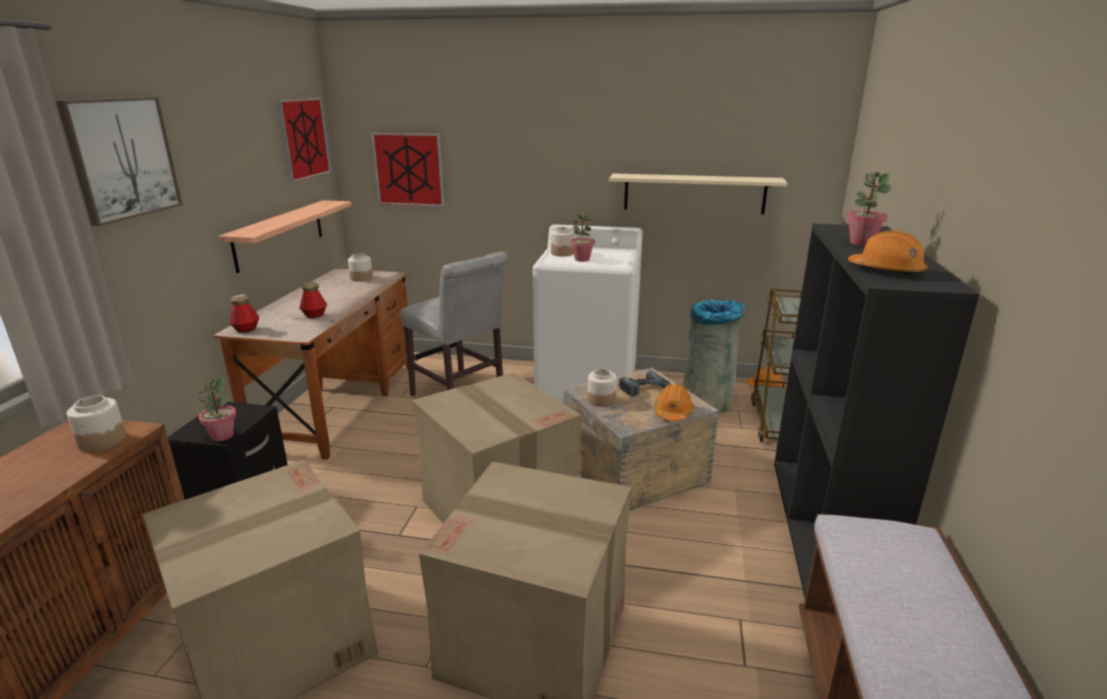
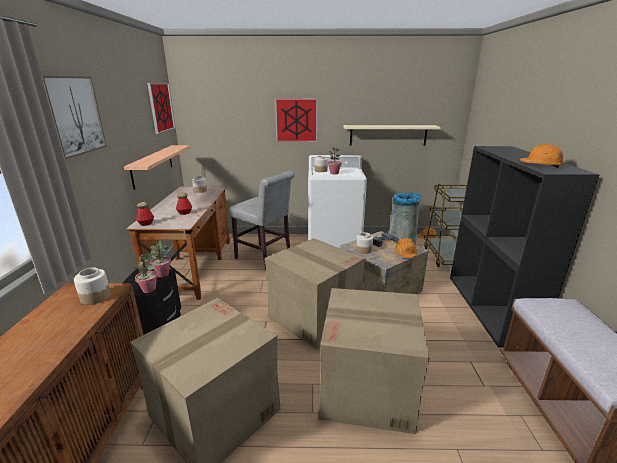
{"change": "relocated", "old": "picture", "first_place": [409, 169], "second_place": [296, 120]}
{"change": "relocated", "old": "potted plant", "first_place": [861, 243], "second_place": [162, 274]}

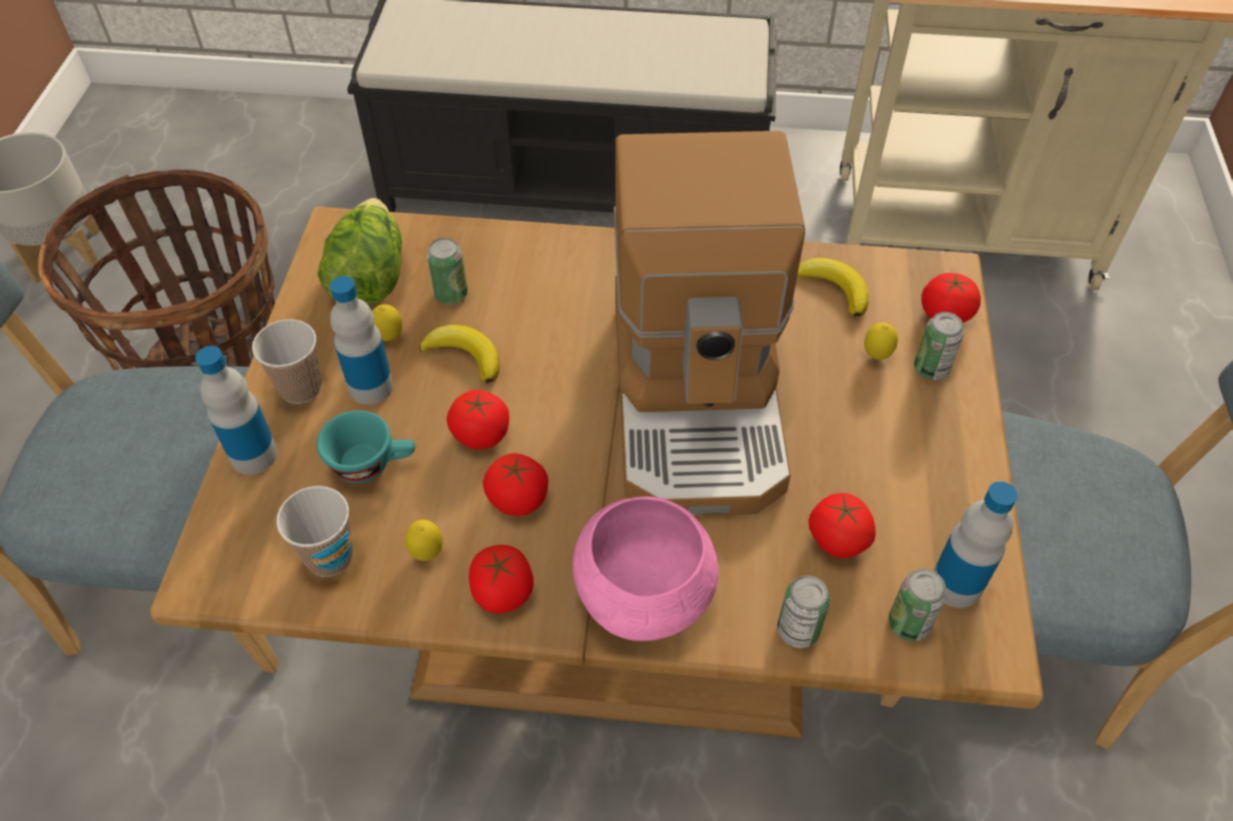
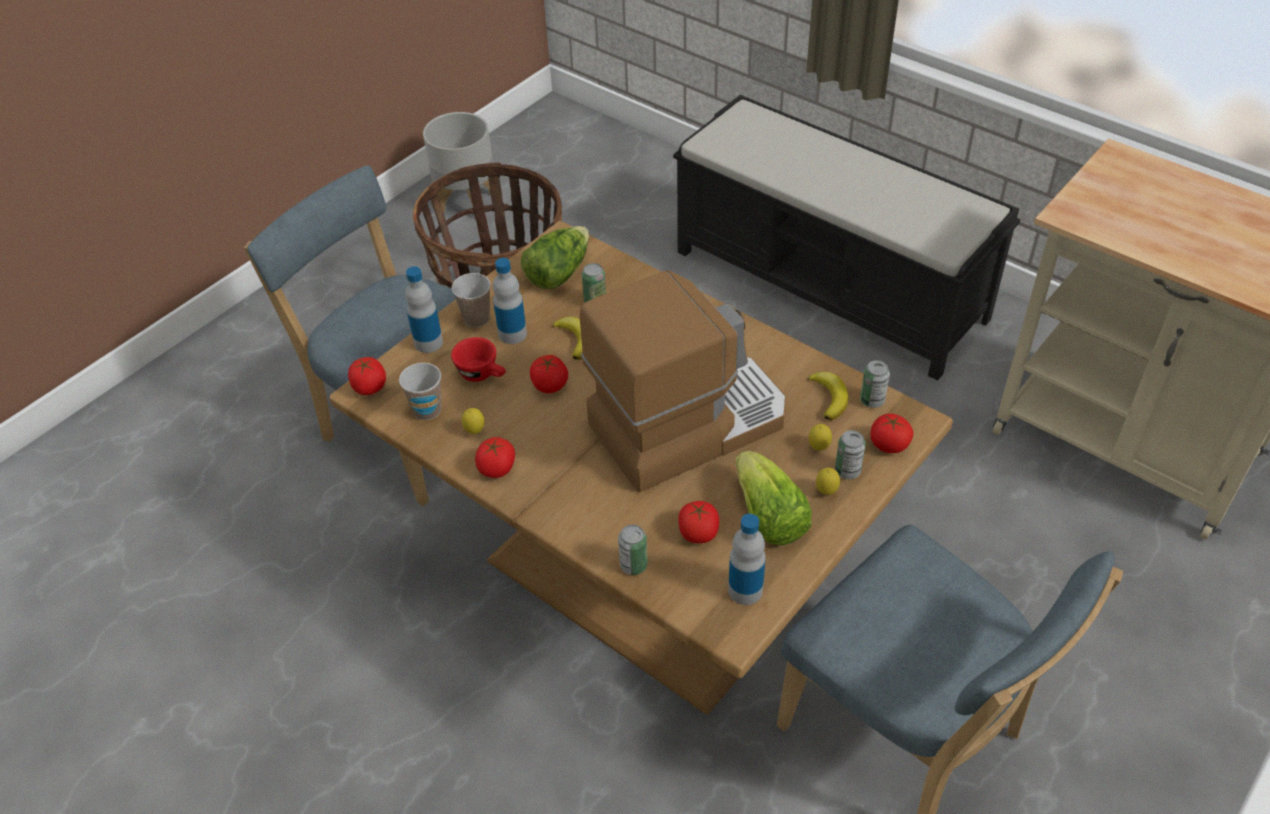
{"change": "spun", "old": "coffee machine", "first_place": [700, 400], "second_place": [687, 423], "degrees": -150}
{"change": "relocated", "old": "lemon", "first_place": [389, 338], "second_place": [826, 492]}
{"change": "colour", "old": "turquoise cup", "new": "red cup", "first_place": [373, 464], "second_place": [483, 374]}
{"change": "relocated", "old": "tomato", "first_place": [517, 499], "second_place": [369, 387]}
{"change": "missing", "old": "pink bowl", "first_place": [641, 596]}
{"change": "relocated", "old": "can", "first_place": [908, 624], "second_place": [872, 400]}
{"change": "appeared", "new": "lettuce", "second_place": [768, 517]}

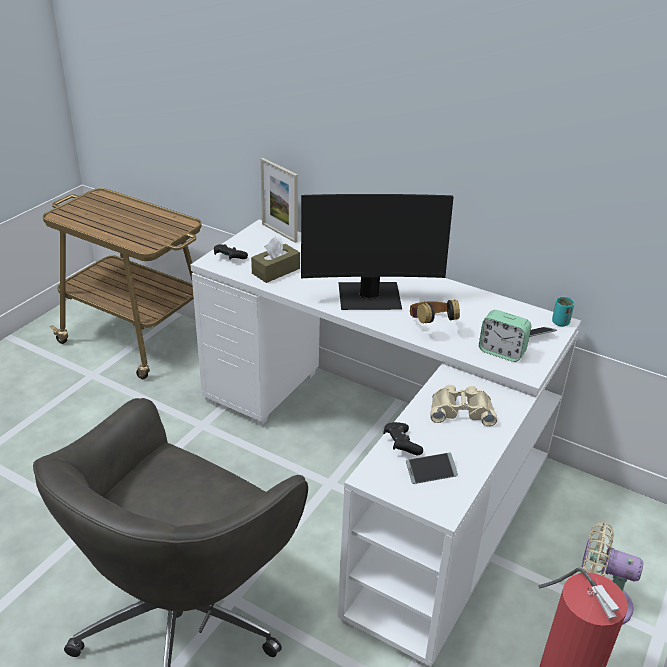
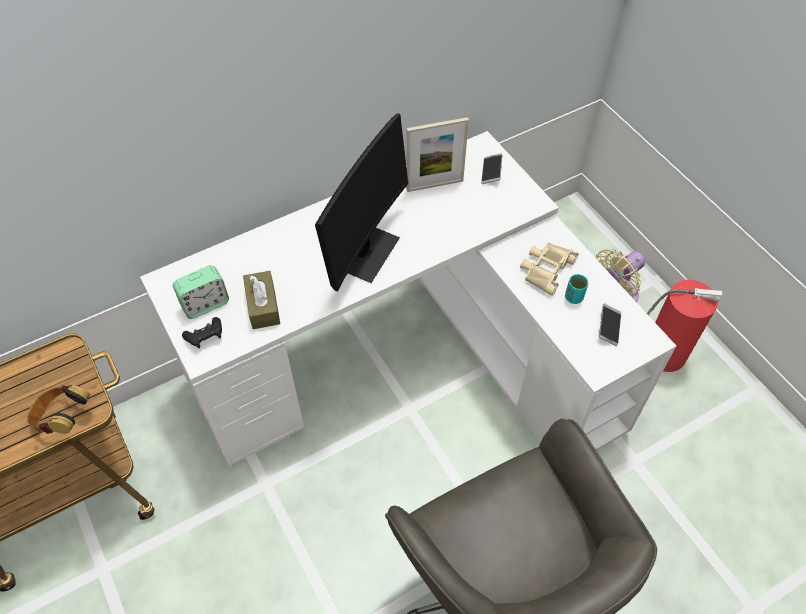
{"change": "relocated", "old": "picture frame", "first_place": [279, 232], "second_place": [435, 185]}
{"change": "relocated", "old": "turquoise cup", "first_place": [560, 322], "second_place": [573, 297]}
{"change": "relocated", "old": "headphones", "first_place": [430, 326], "second_place": [63, 419]}
{"change": "relocated", "old": "alarm clock", "first_place": [501, 352], "second_place": [205, 304]}
{"change": "missing", "old": "black game controller", "first_place": [401, 445]}

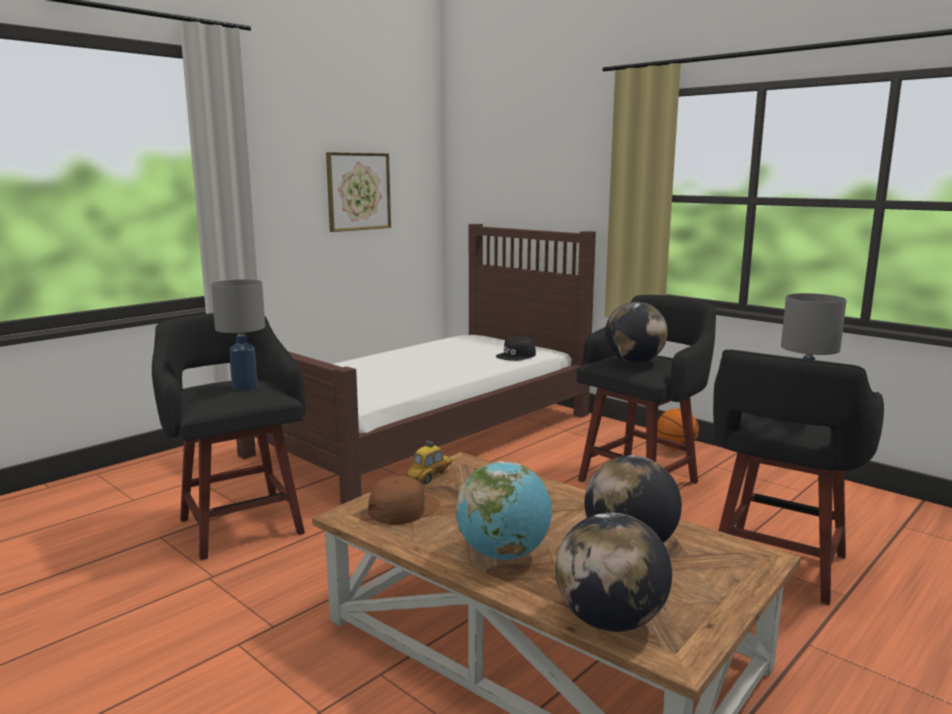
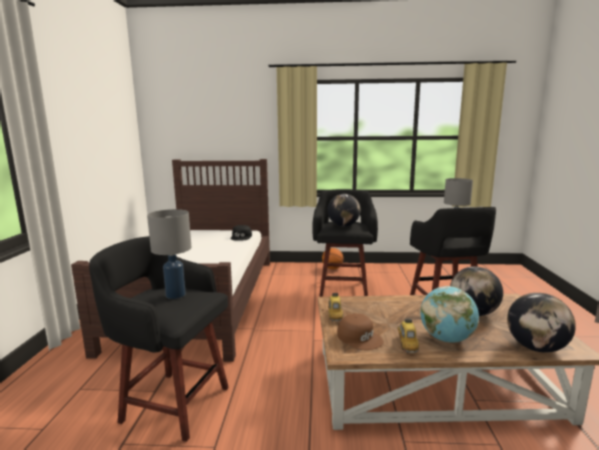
{"change": "missing", "old": "picture", "first_place": [358, 191]}
{"change": "spun", "old": "brown cap", "first_place": [403, 508], "second_place": [360, 337], "degrees": 135}
{"change": "appeared", "new": "toy car", "second_place": [406, 344]}

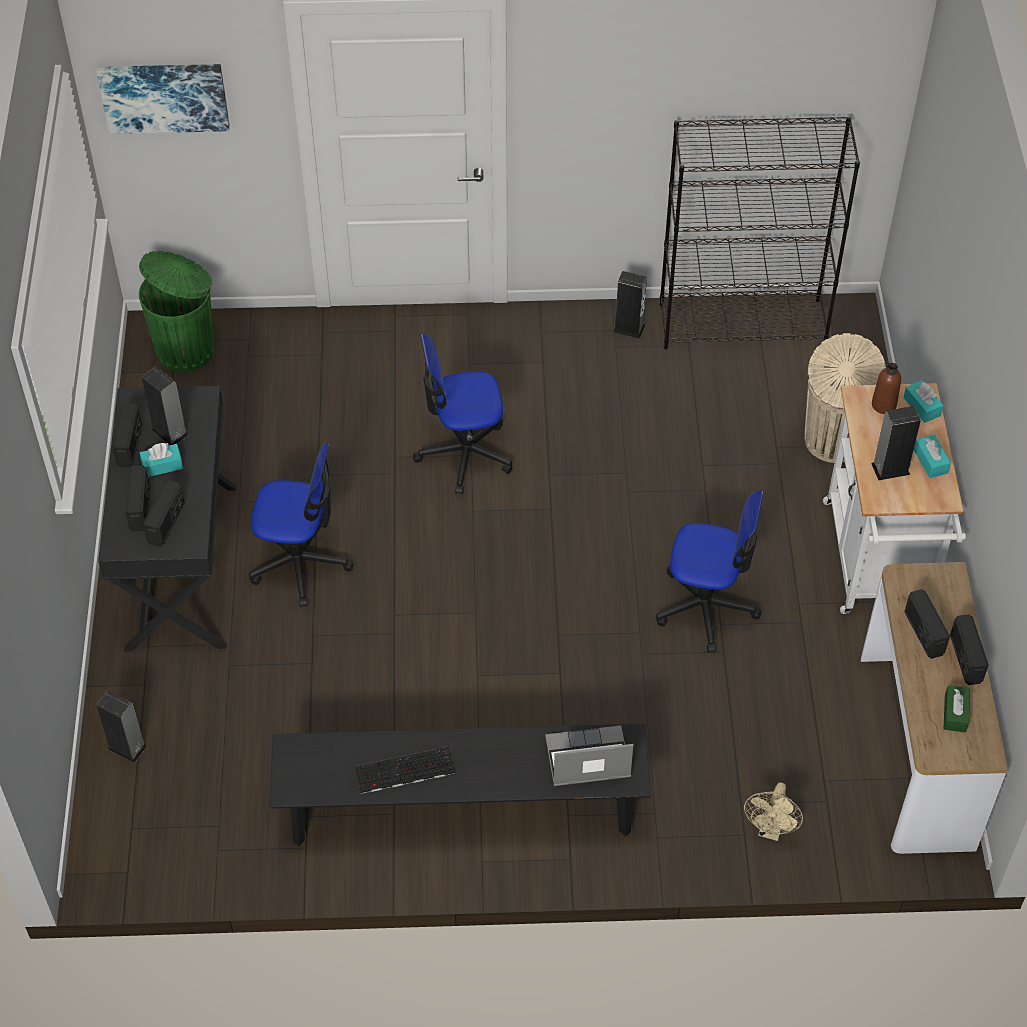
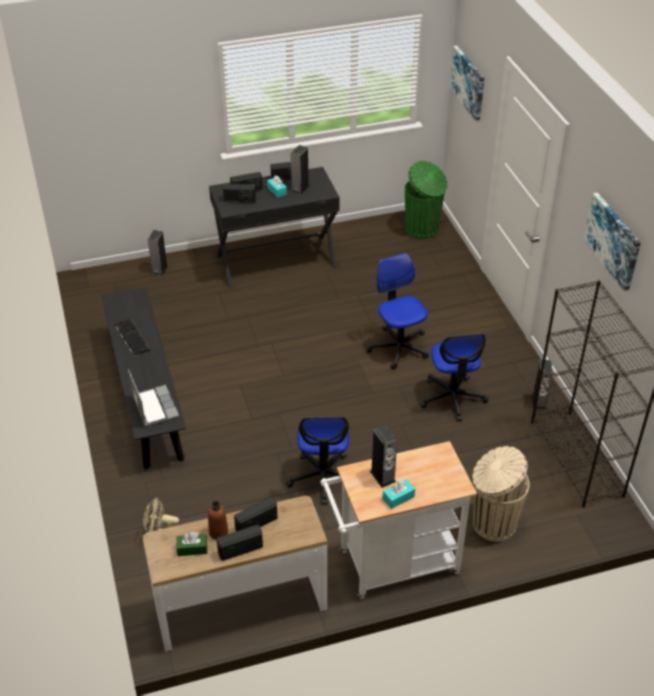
{"change": "relocated", "old": "brown bottle", "first_place": [883, 405], "second_place": [218, 532]}
{"change": "missing", "old": "turquoise tissue box", "first_place": [922, 406]}
{"change": "relocated", "old": "office chair", "first_place": [300, 562], "second_place": [452, 398]}
{"change": "appeared", "new": "picture", "second_place": [613, 240]}

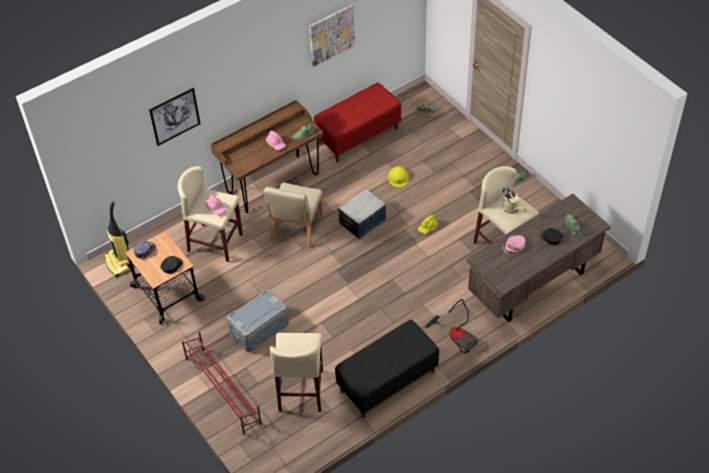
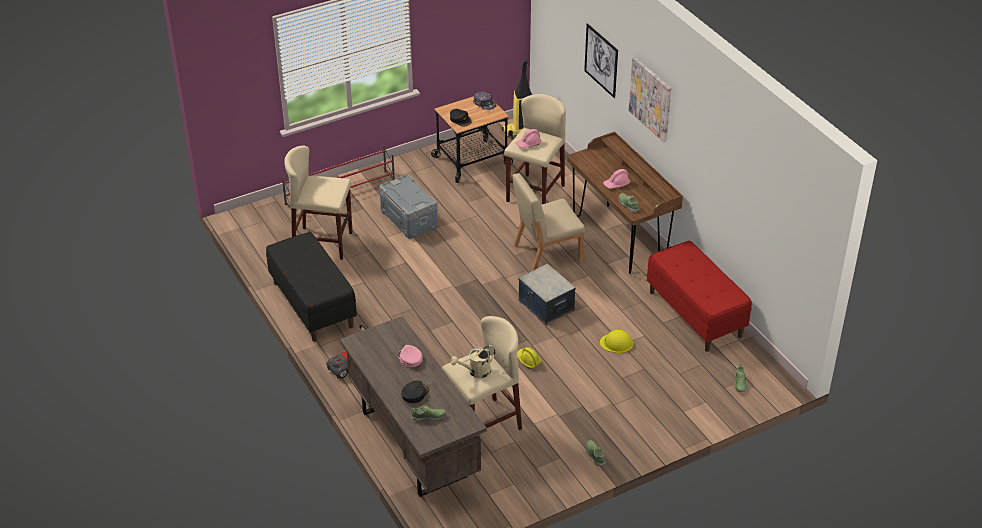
{"change": "relocated", "old": "picture", "first_place": [331, 34], "second_place": [651, 99]}
{"change": "spun", "old": "beige chair", "first_place": [296, 228], "second_place": [546, 253], "degrees": -45}

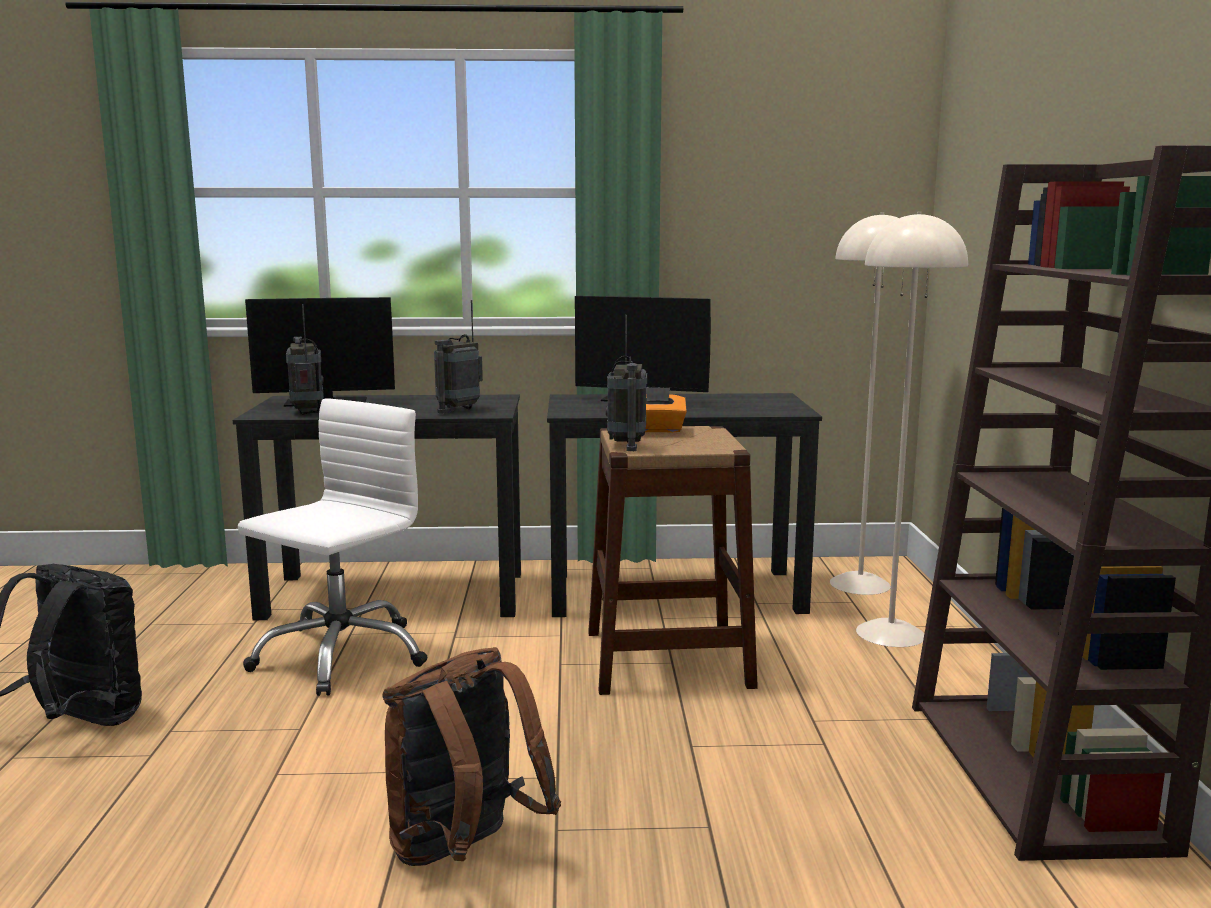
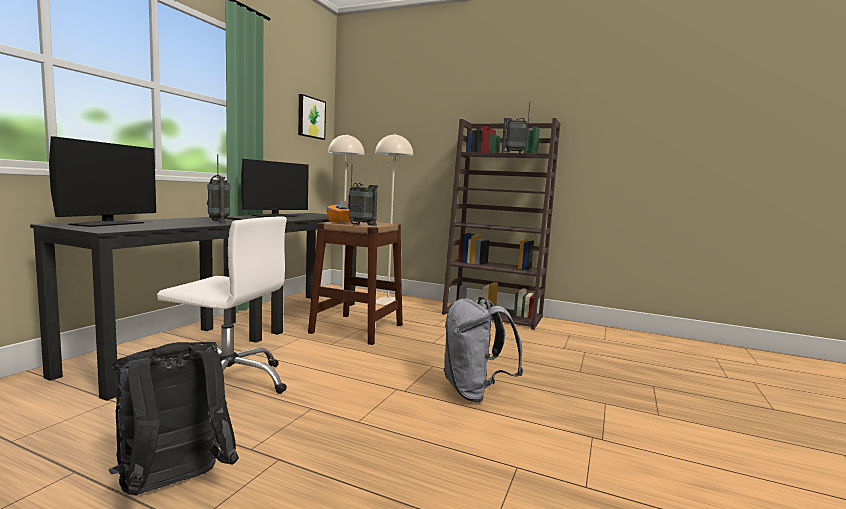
{"change": "relocated", "old": "radio", "first_place": [308, 412], "second_place": [514, 153]}
{"change": "spun", "old": "white office chair", "first_place": [340, 655], "second_place": [229, 384], "degrees": 135}
{"change": "colour", "old": "brown backpack", "new": "grey backpack", "first_place": [463, 852], "second_place": [475, 392]}
{"change": "appeared", "new": "picture", "second_place": [310, 117]}

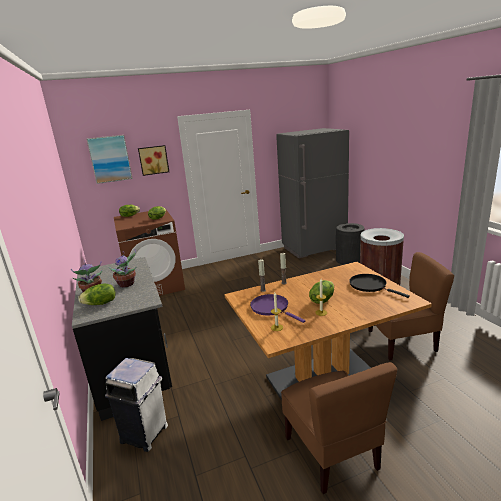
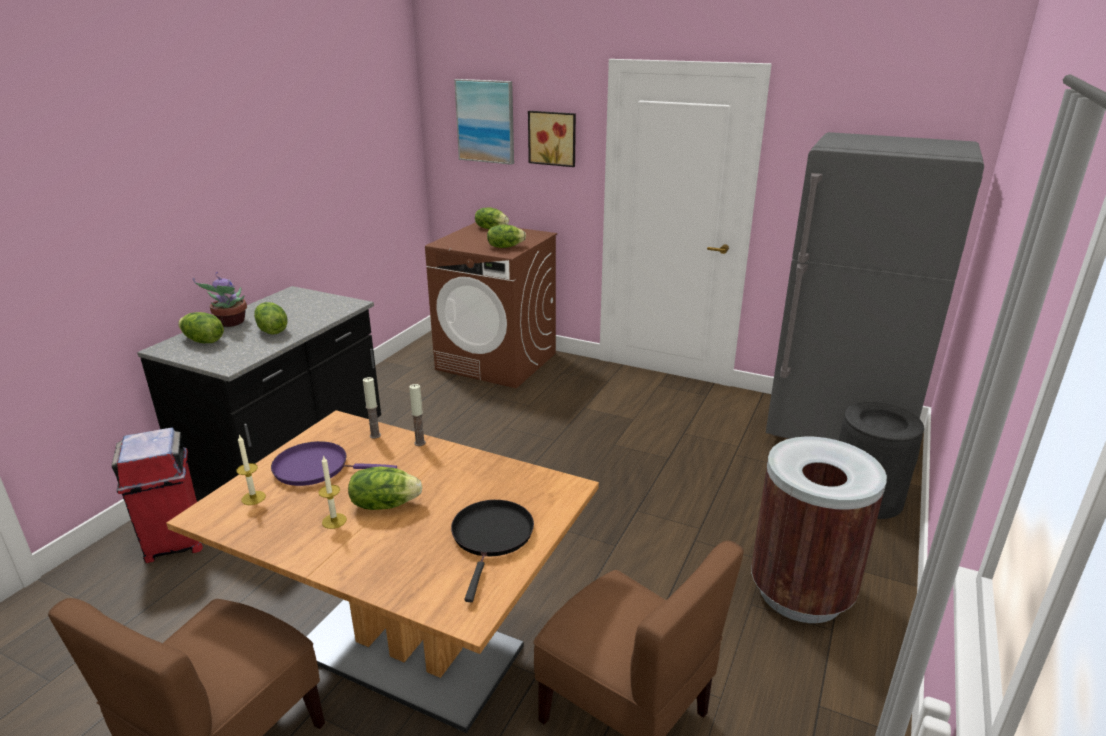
{"change": "exchanged", "old": "potted plant", "new": "lettuce", "first_place": [127, 284], "second_place": [271, 331]}
{"change": "spun", "old": "purple frying pan", "first_place": [271, 308], "second_place": [316, 468], "degrees": -90}
{"change": "colour", "old": "white trash can", "new": "red trash can", "first_place": [145, 434], "second_place": [174, 542]}

